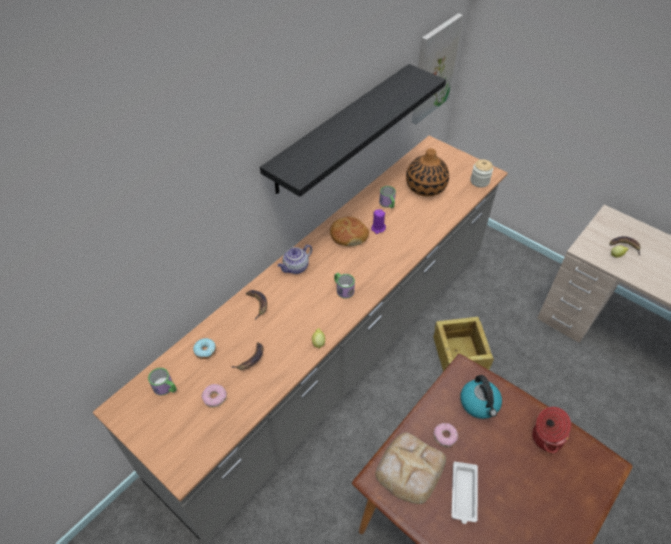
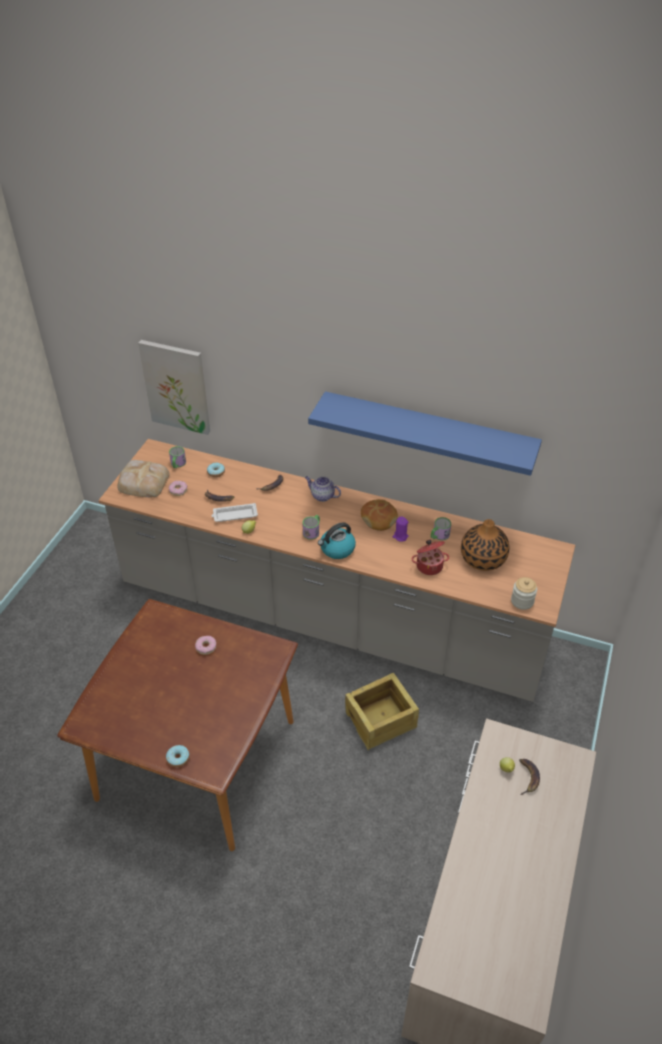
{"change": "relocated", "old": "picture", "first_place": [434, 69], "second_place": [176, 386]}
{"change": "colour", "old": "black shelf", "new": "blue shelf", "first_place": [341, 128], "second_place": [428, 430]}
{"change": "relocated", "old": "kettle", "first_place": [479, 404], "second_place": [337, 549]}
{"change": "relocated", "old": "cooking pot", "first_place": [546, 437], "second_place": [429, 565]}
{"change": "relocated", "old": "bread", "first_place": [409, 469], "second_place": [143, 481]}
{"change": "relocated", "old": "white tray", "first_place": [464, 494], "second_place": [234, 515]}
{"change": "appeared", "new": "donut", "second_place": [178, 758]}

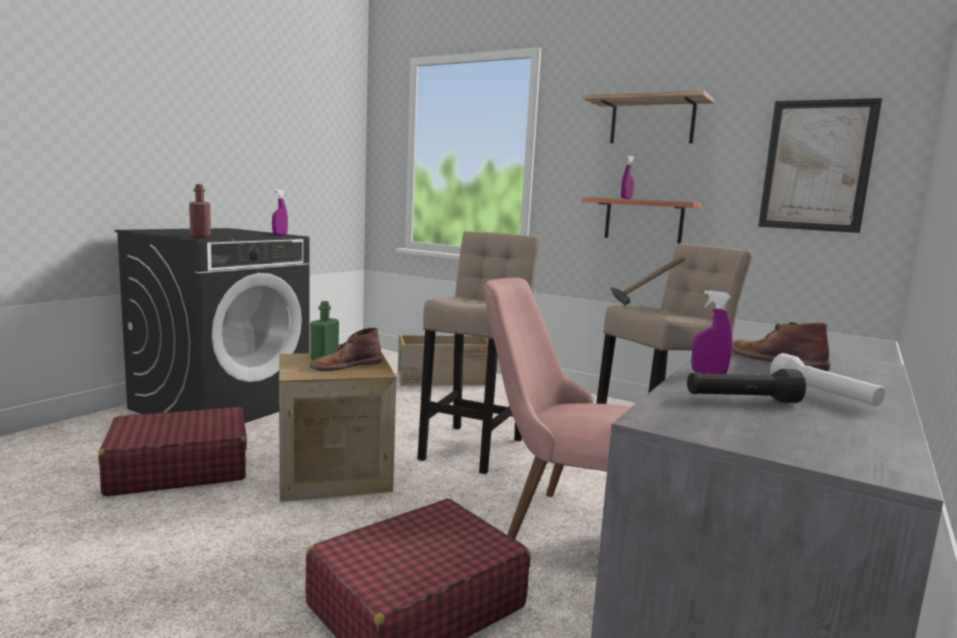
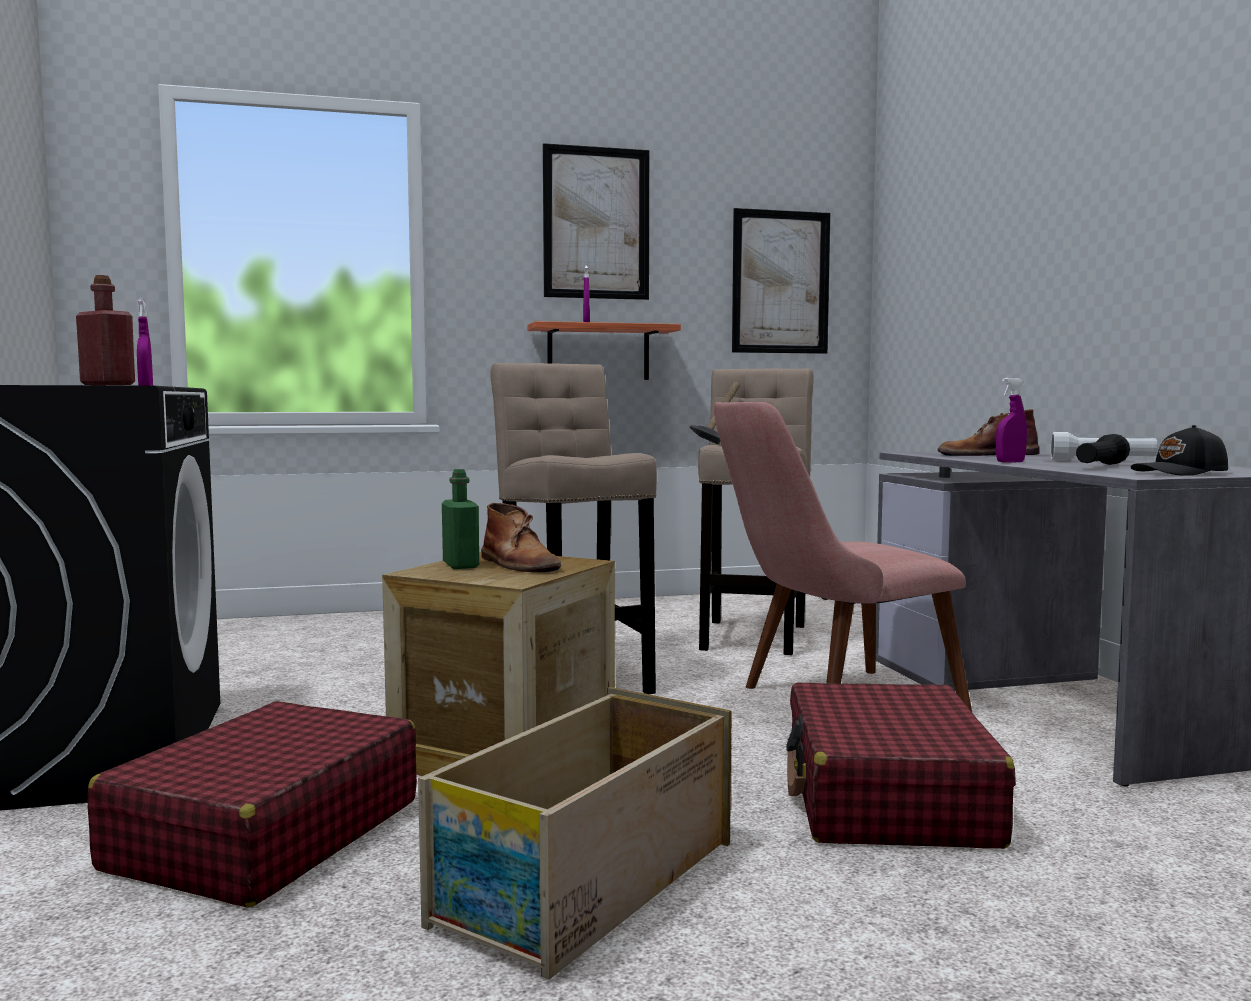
{"change": "exchanged", "old": "shelf", "new": "picture", "first_place": [652, 122], "second_place": [596, 223]}
{"change": "spun", "old": "brown boot", "first_place": [346, 365], "second_place": [519, 564], "degrees": -45}
{"change": "relocated", "old": "crate", "first_place": [443, 380], "second_place": [586, 884]}
{"change": "appeared", "new": "black cap", "second_place": [1181, 473]}

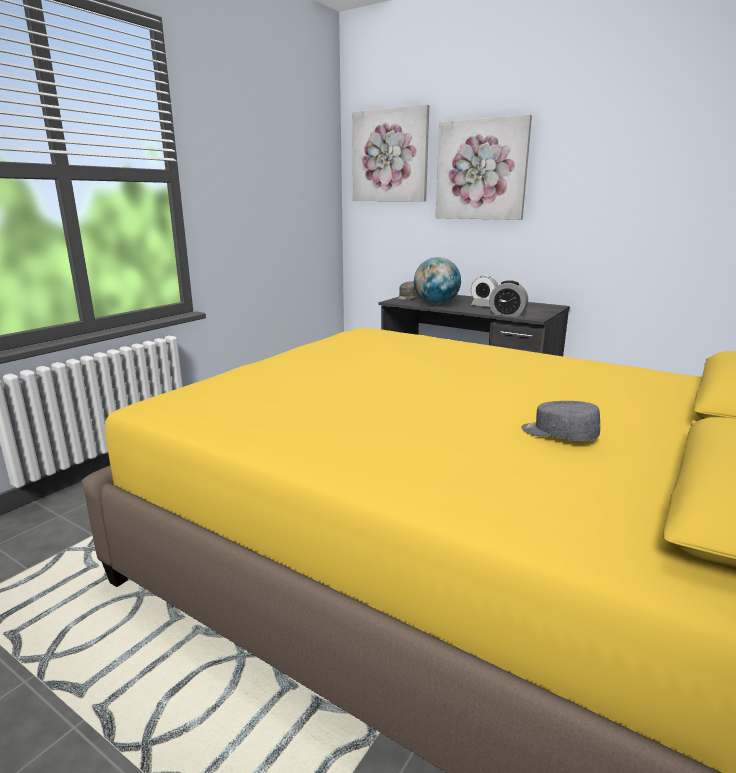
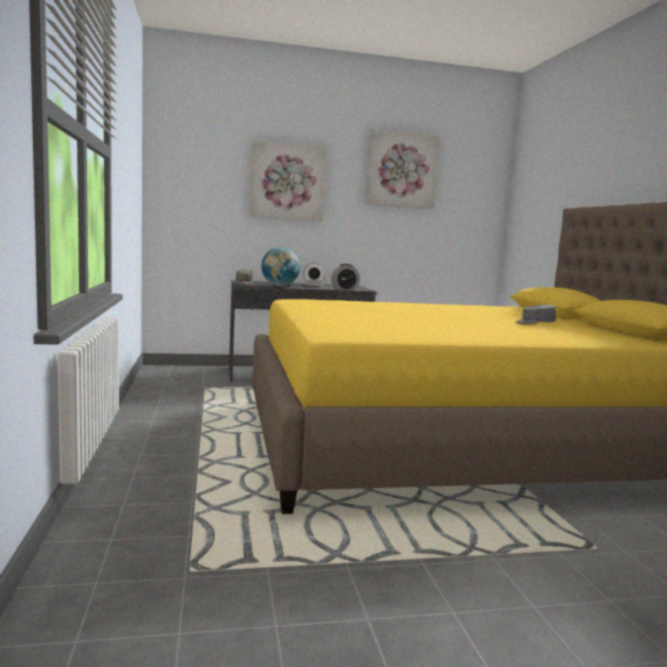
{"change": "relocated", "old": "picture", "first_place": [390, 156], "second_place": [401, 170]}

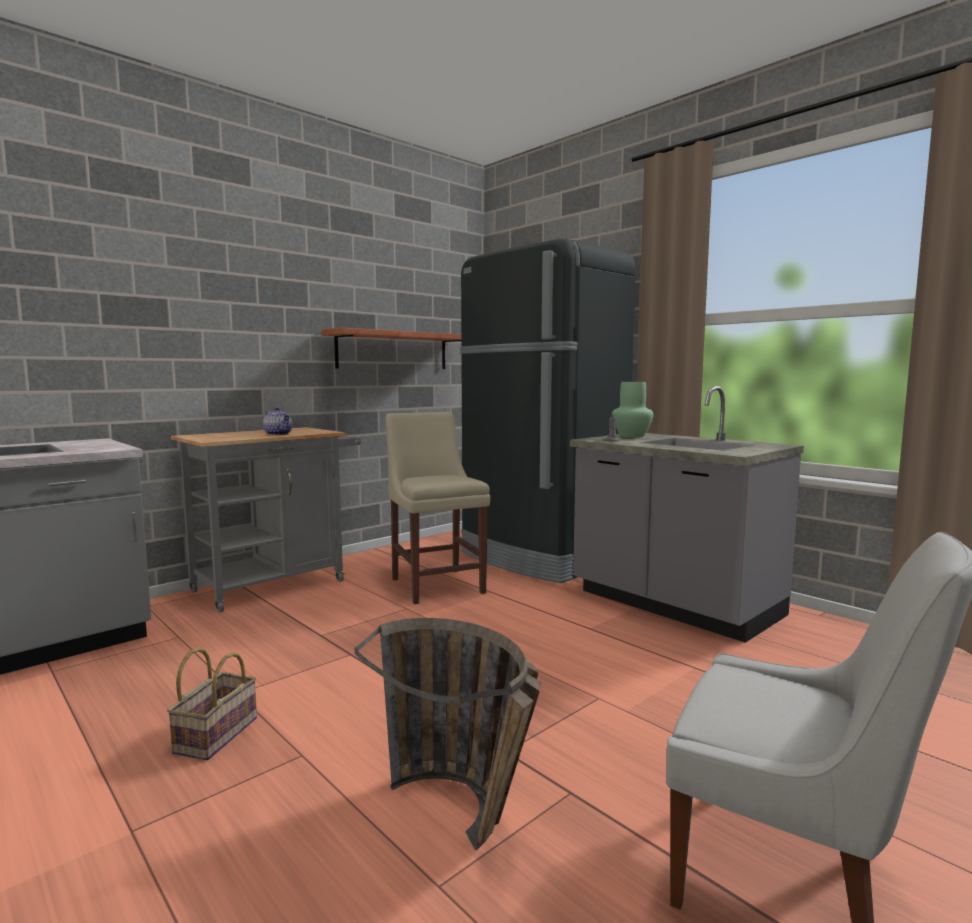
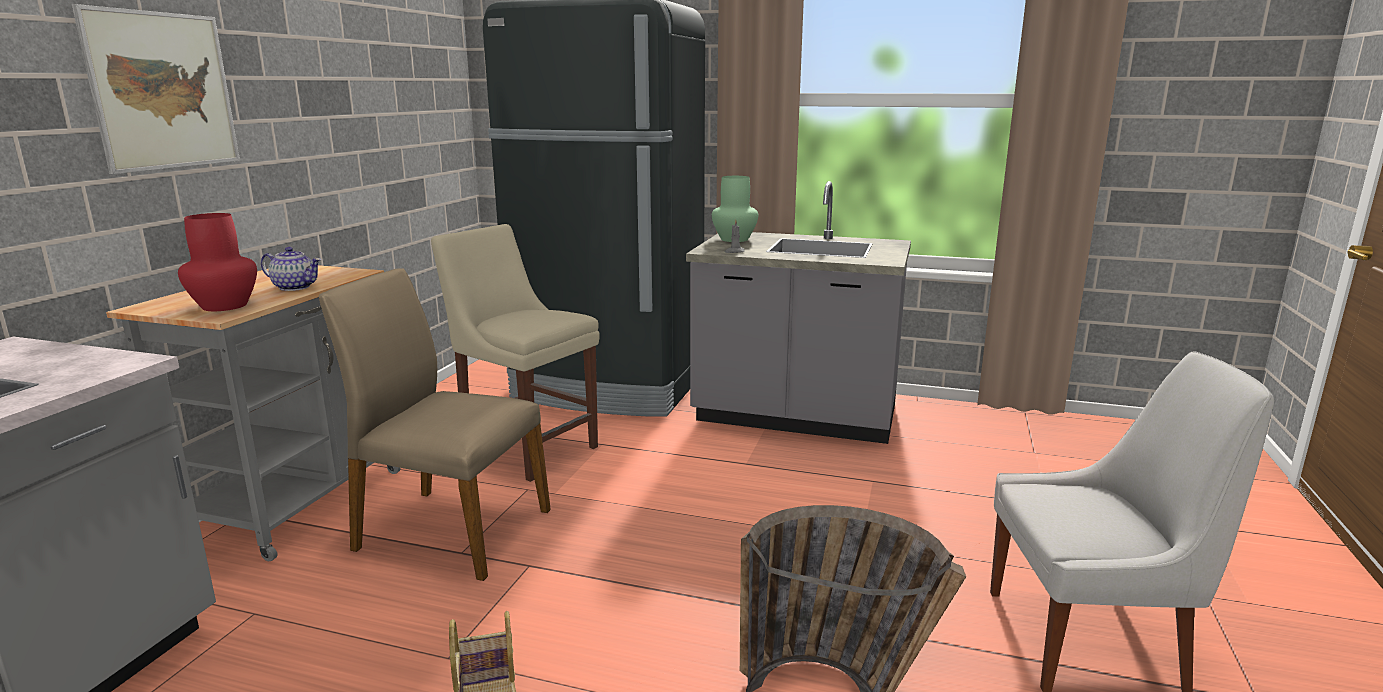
{"change": "missing", "old": "shelf", "first_place": [393, 351]}
{"change": "appeared", "new": "picture", "second_place": [163, 91]}
{"change": "appeared", "new": "red vase", "second_place": [223, 306]}
{"change": "appeared", "new": "beige chair", "second_place": [451, 530]}

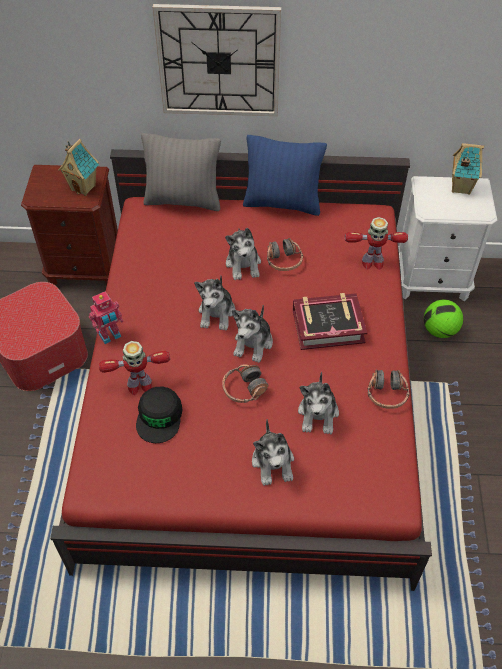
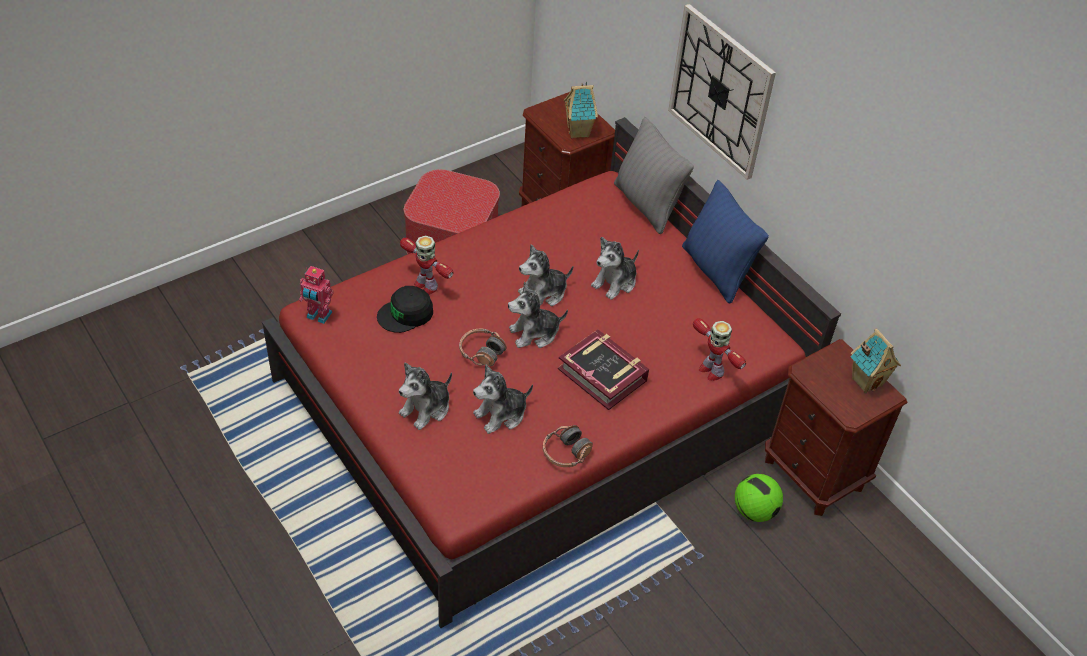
{"change": "colour", "old": "white nightstand", "new": "brown nightstand", "first_place": [432, 280], "second_place": [813, 474]}
{"change": "missing", "old": "headphones", "first_place": [284, 261]}
{"change": "relocated", "old": "toy robot", "first_place": [110, 336], "second_place": [318, 316]}

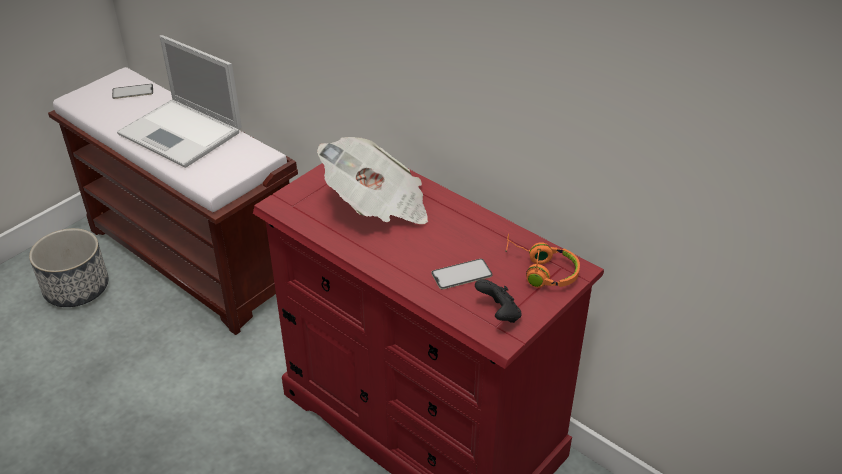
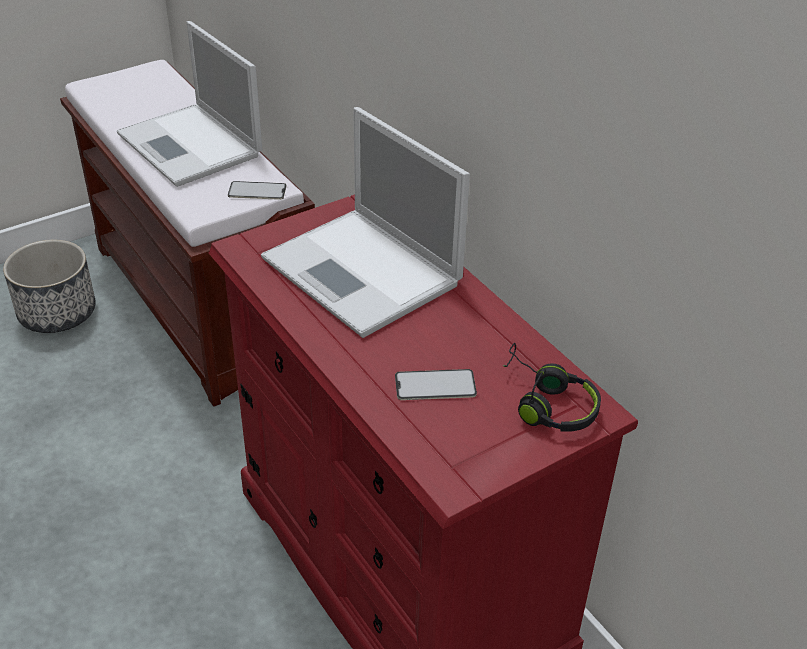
{"change": "relocated", "old": "phone", "first_place": [133, 91], "second_place": [257, 191]}
{"change": "exchanged", "old": "newspaper", "new": "laptop", "first_place": [377, 205], "second_place": [364, 273]}
{"change": "colour", "old": "orange headphones", "new": "black headphones", "first_place": [540, 270], "second_place": [546, 403]}
{"change": "missing", "old": "black game controller", "first_place": [499, 314]}

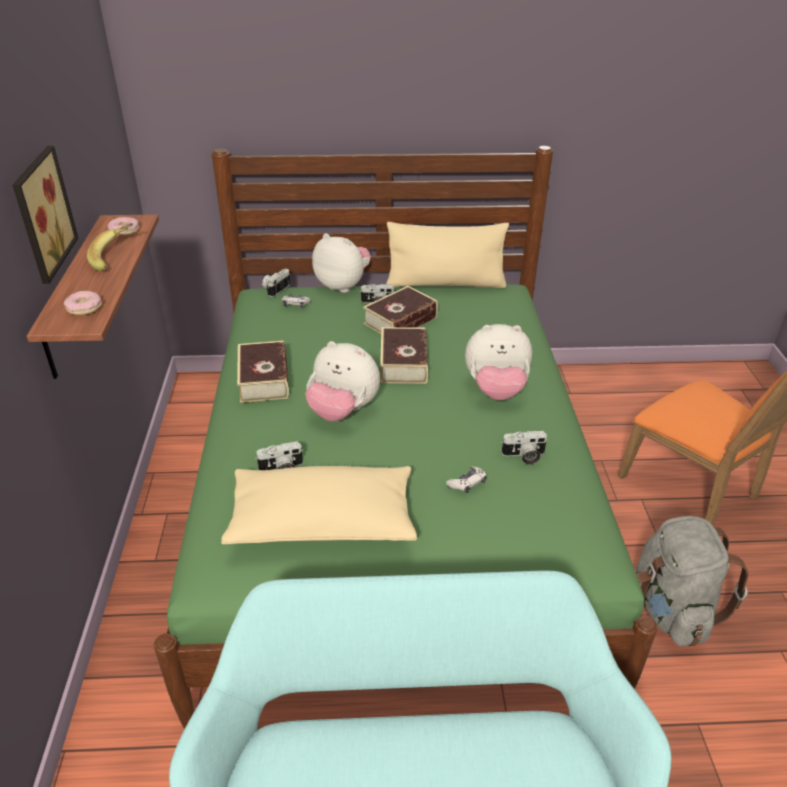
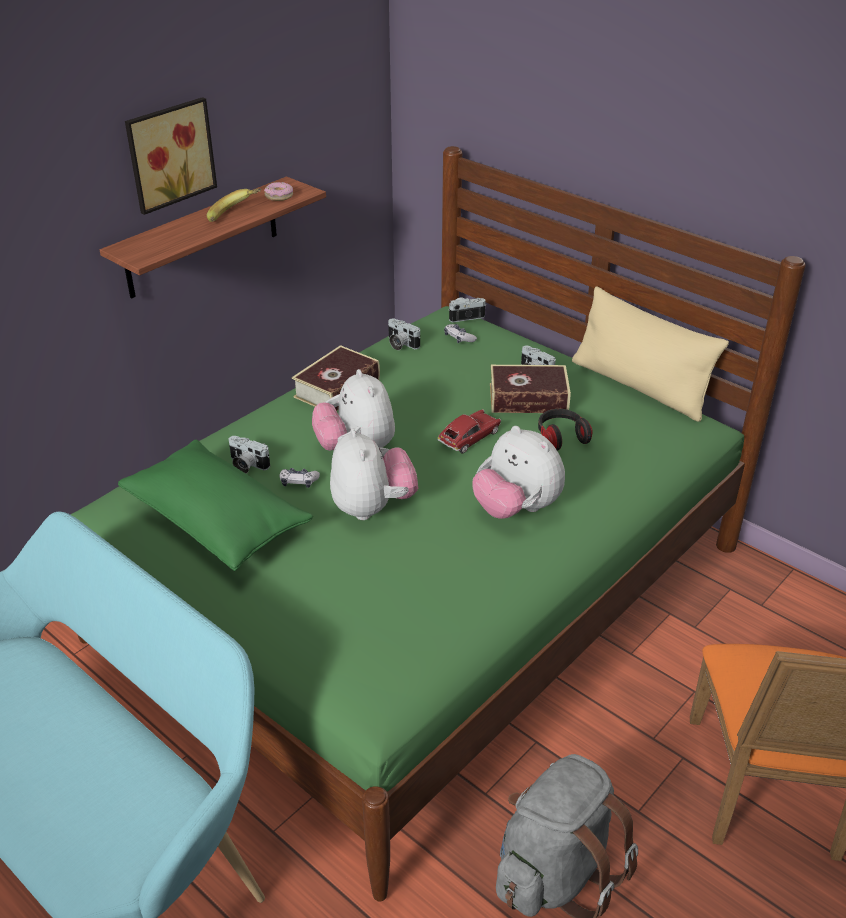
{"change": "relocated", "old": "plush toy", "first_place": [343, 285], "second_place": [372, 507]}
{"change": "missing", "old": "donut", "first_place": [84, 308]}
{"change": "exchanged", "old": "book", "new": "toy car", "first_place": [403, 363], "second_place": [469, 438]}
{"change": "relocated", "old": "photo camera", "first_place": [524, 456], "second_place": [400, 344]}
{"change": "colour", "old": "beige pillow", "new": "green pillow", "first_place": [323, 522], "second_place": [217, 521]}
{"change": "relocated", "old": "game controller", "first_place": [467, 483], "second_place": [298, 482]}
{"change": "appeared", "new": "headphones", "second_place": [561, 437]}

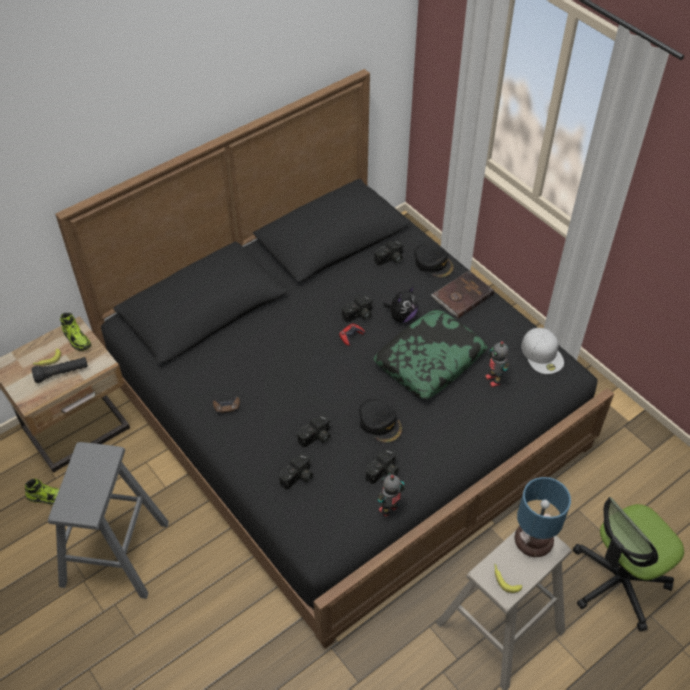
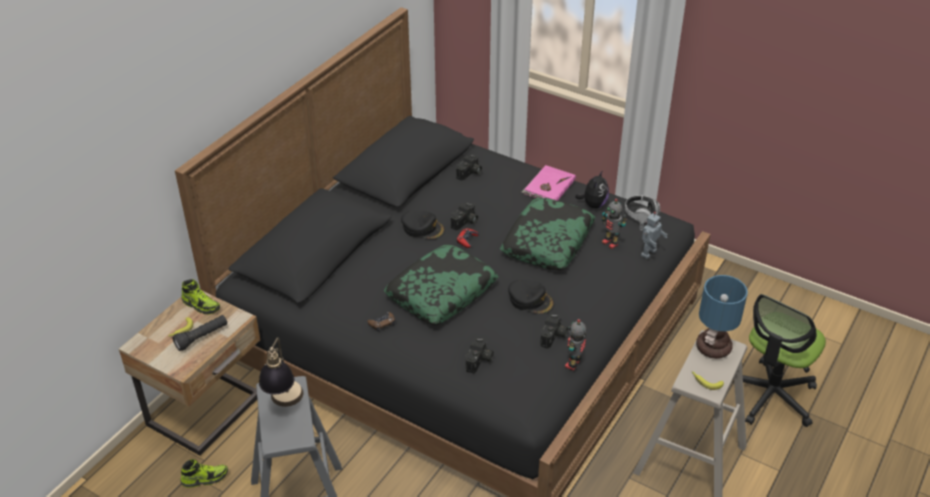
{"change": "relocated", "old": "black cap", "first_place": [433, 264], "second_place": [423, 228]}
{"change": "colour", "old": "brown book", "new": "pink book", "first_place": [462, 296], "second_place": [548, 187]}
{"change": "relocated", "old": "plush toy", "first_place": [402, 316], "second_place": [593, 204]}
{"change": "exchanged", "old": "white cap", "new": "headphones", "first_place": [542, 354], "second_place": [640, 214]}
{"change": "missing", "old": "photo camera", "first_place": [316, 438]}
{"change": "appeared", "new": "toy robot", "second_place": [647, 252]}
{"change": "appeared", "new": "pillow", "second_place": [441, 292]}
{"change": "appeared", "new": "table lamp", "second_place": [284, 405]}

